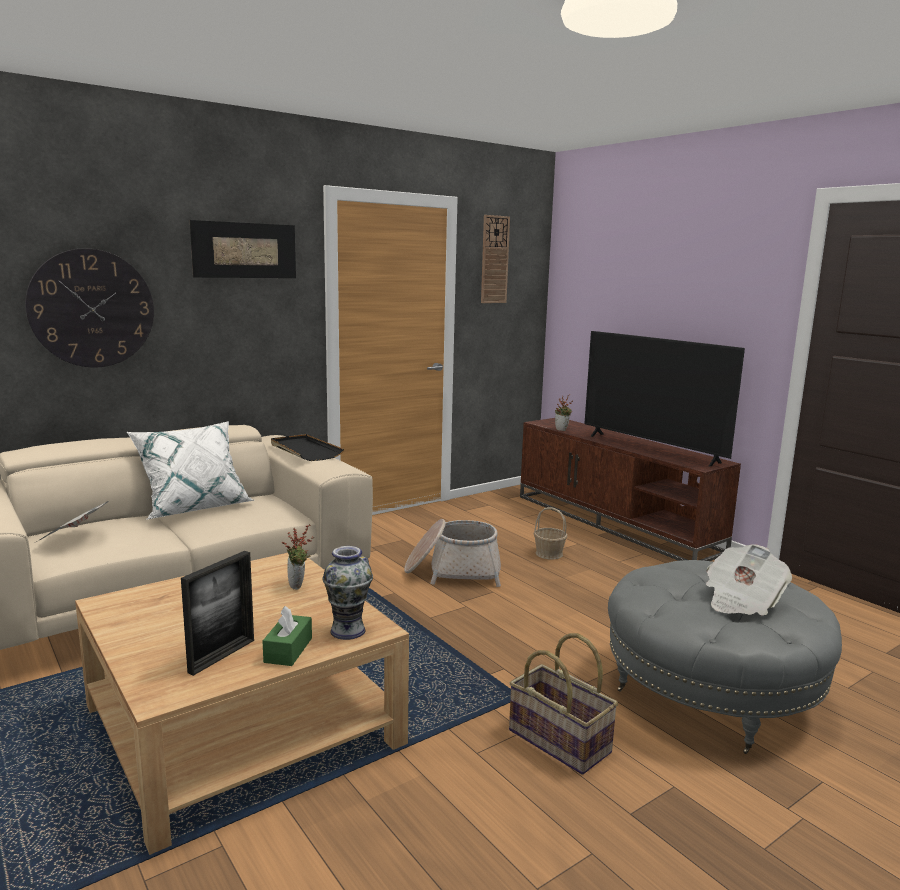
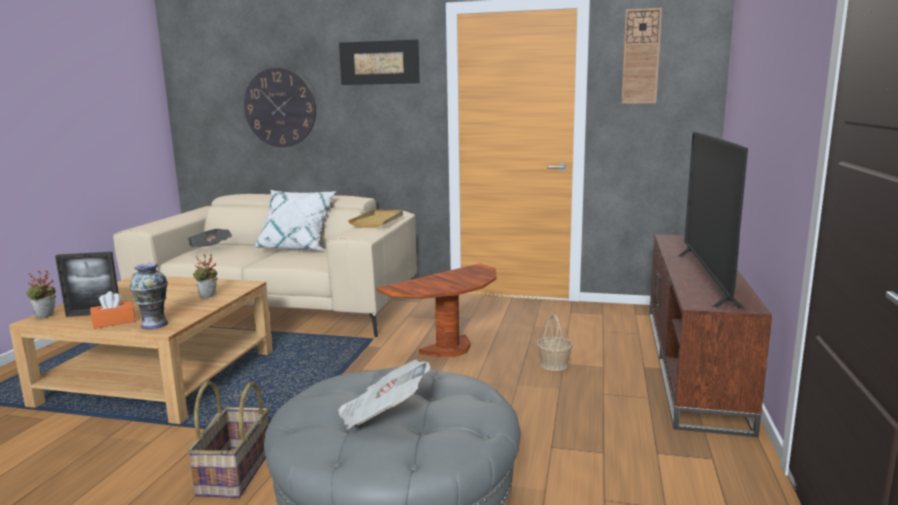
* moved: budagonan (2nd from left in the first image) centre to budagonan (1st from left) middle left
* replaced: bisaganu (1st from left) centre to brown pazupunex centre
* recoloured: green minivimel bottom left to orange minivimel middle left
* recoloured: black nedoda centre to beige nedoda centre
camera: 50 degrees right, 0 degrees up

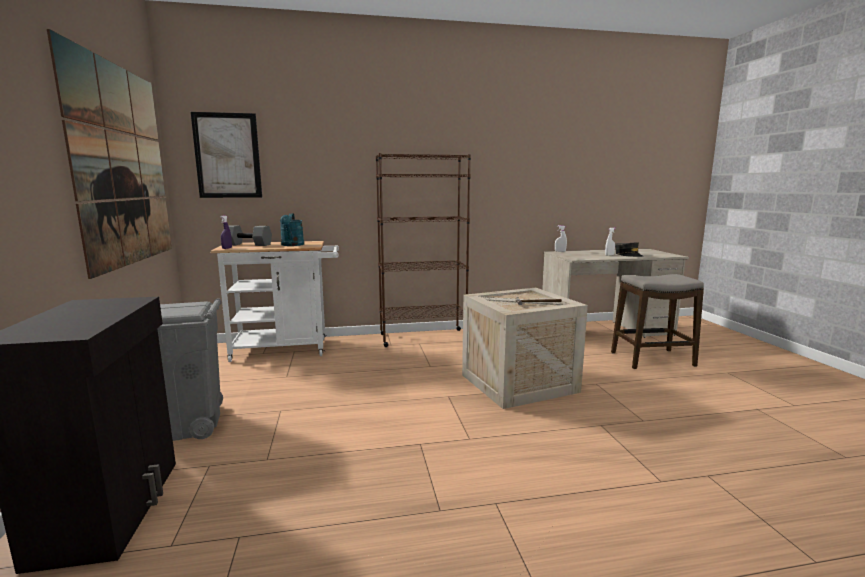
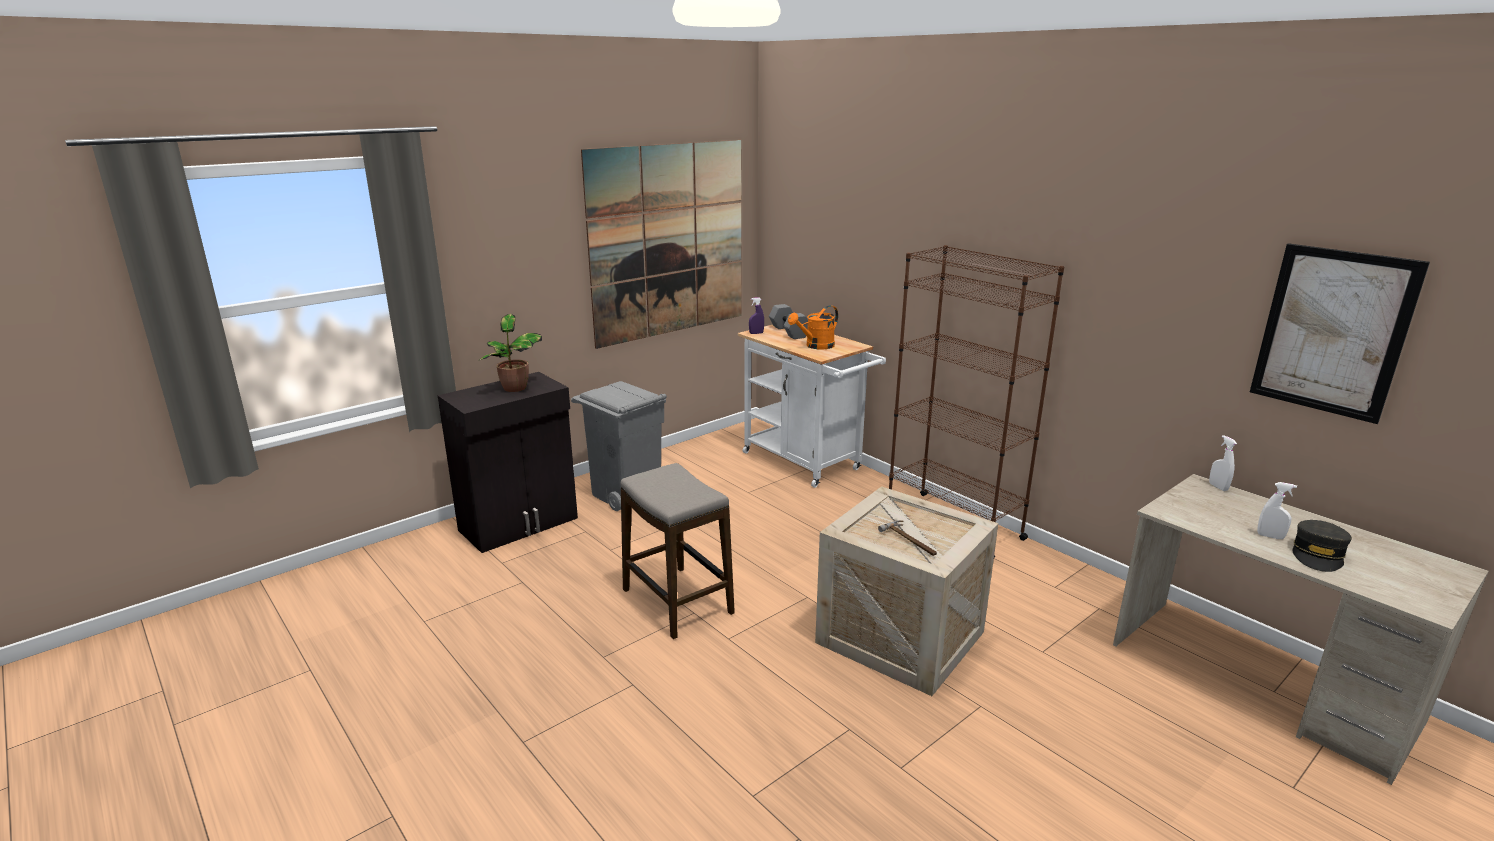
* added: budagonan centre
* moved: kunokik (2nd from left) top left to middle right
* moved: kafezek middle right to centre
* recoloured: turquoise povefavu centre to orange povefavu centre
camera: 60 degrees right, 10 degrees up

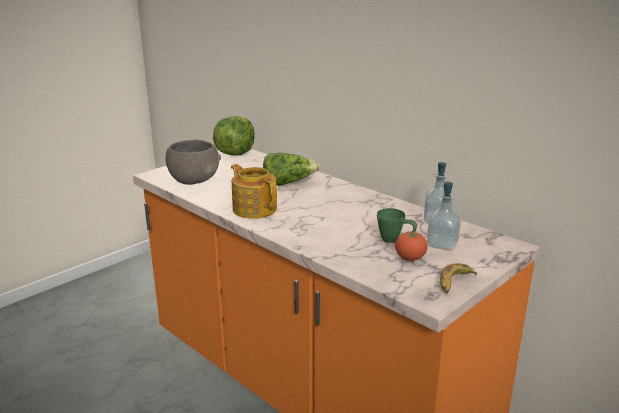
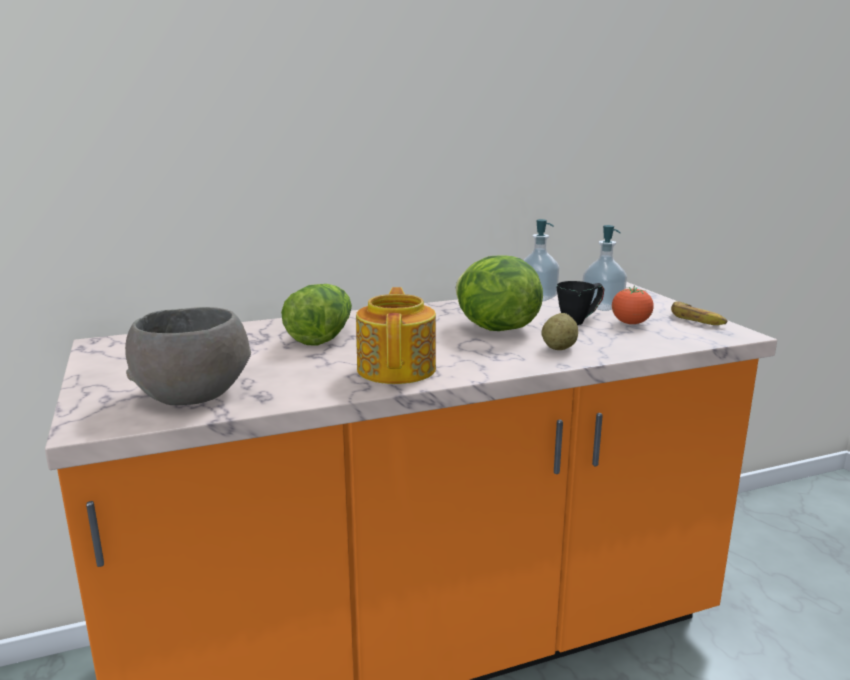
* added: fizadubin centre
* moved: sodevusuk (1st from left in the first image) top centre to sodevusuk (2nd from left) centre
* recoloured: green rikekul centre to black rikekul middle right
* turned: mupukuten centre = centre 105 degrees clockwise
camera: 65 degrees left, 5 degrees down

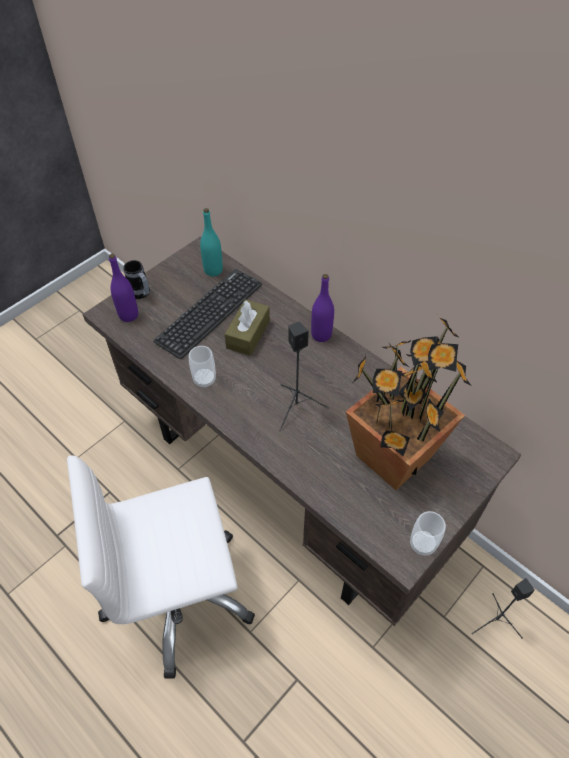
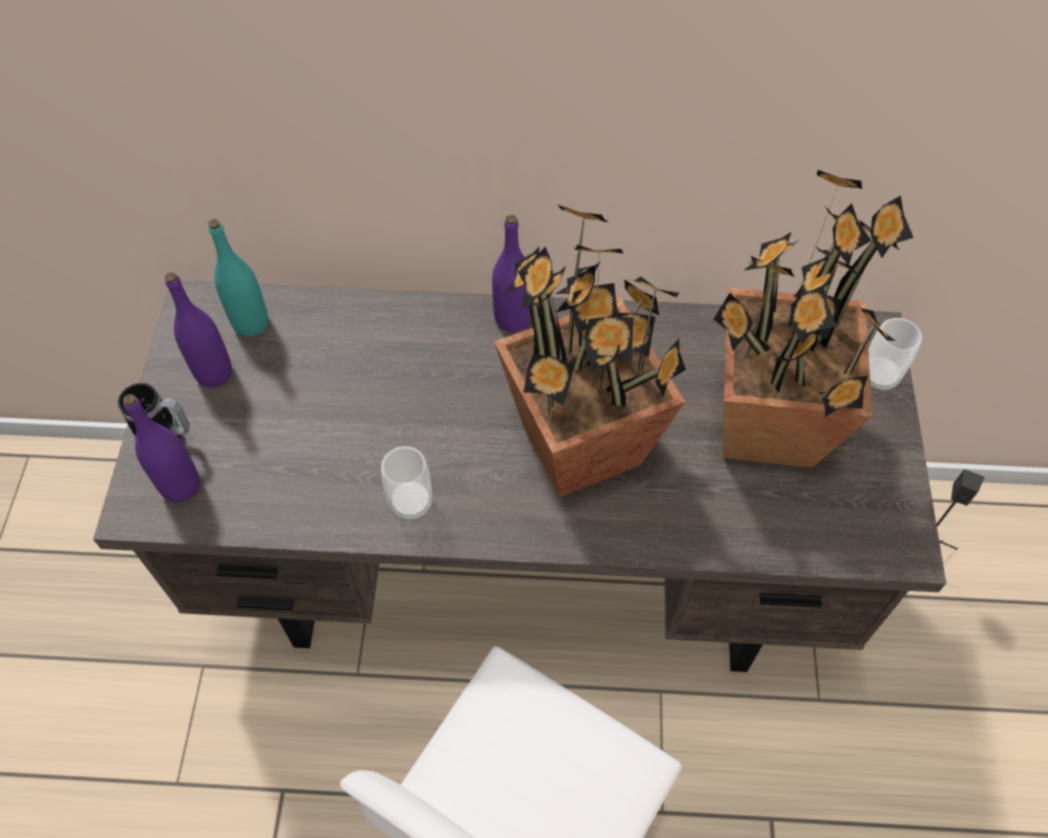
* removed: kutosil centre
* removed: brown minivimel centre
* added: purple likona (2nd from left) middle left
* moved: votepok (2nd from left) bottom right to middle right
* replaced: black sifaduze (1st from left) centre to budagonan (1st from left) centre
camera: 40 degrees left, 5 degrees up

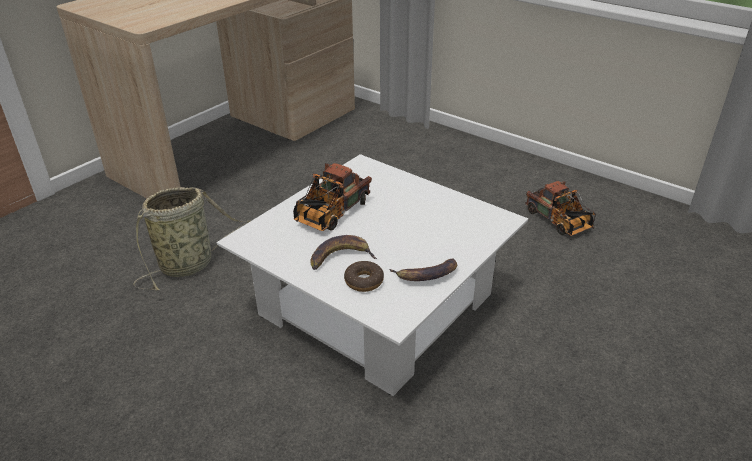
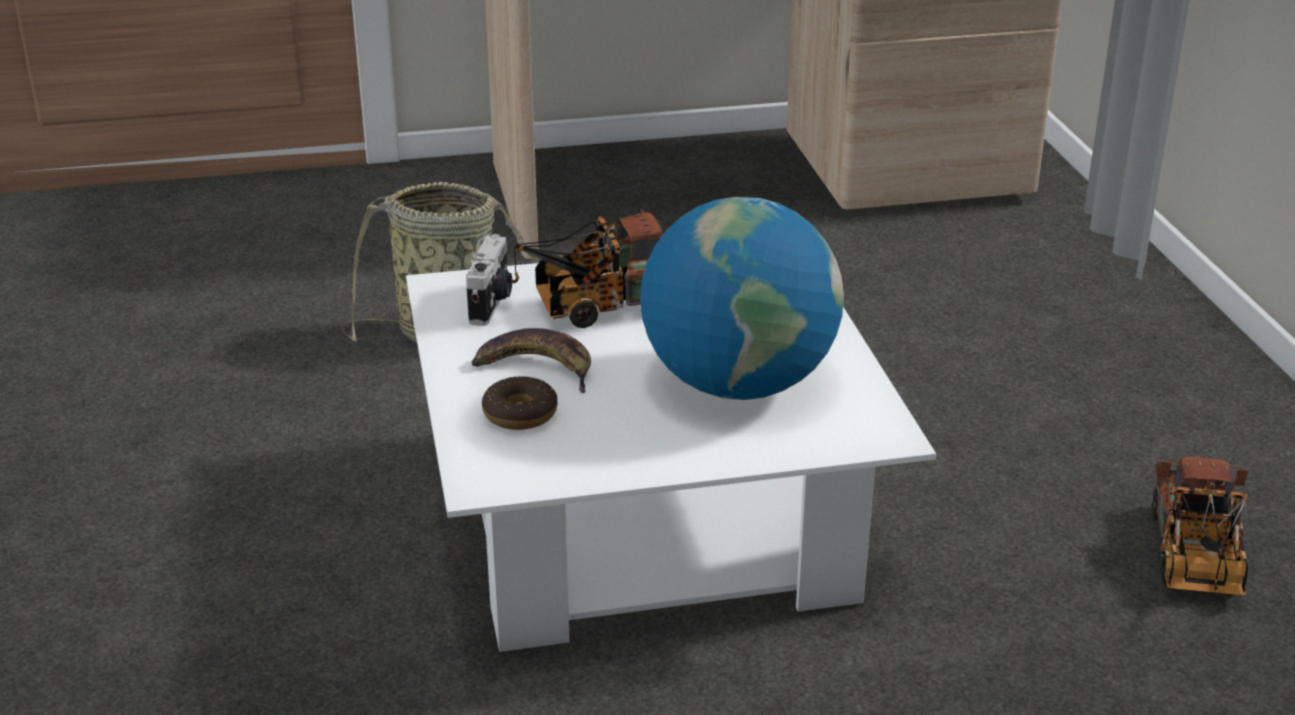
* removed: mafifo (2nd from left) centre
* added: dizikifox centre
* added: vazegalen centre
camera: 40 degrees right, 5 degrees down

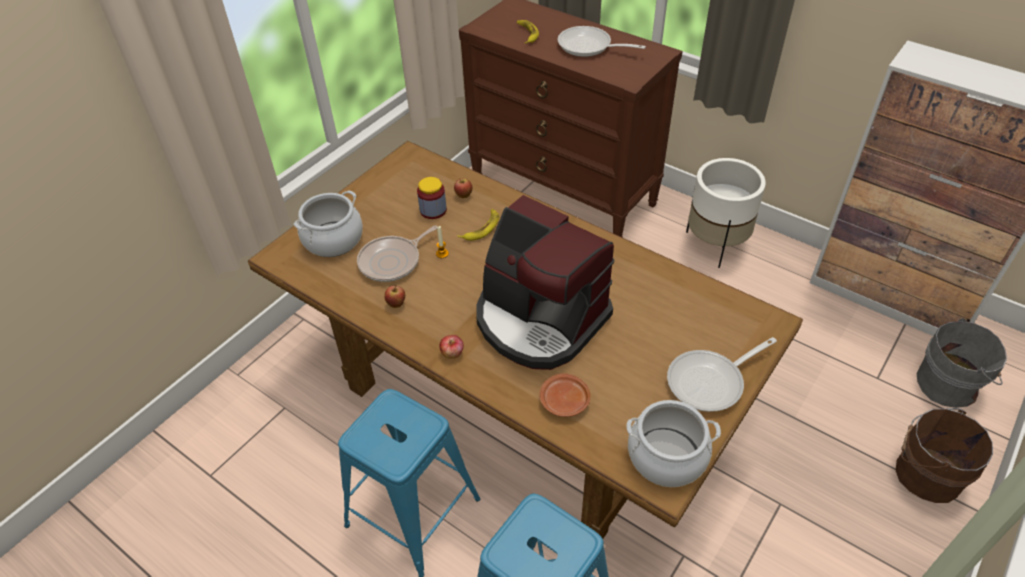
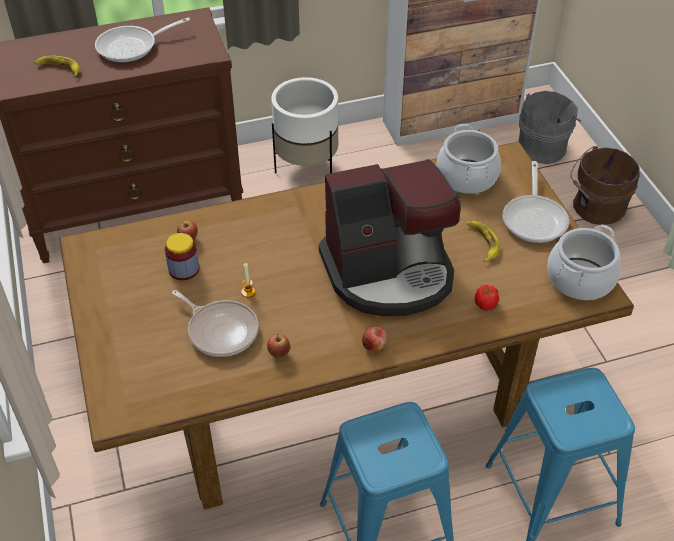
* moved: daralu (1st from left) middle left to top right
* moved: mafifo (1st from left in the first image) centre to mafifo (2nd from left) middle right
* replaced: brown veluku bottom centre to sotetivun middle right
* turned: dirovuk (1st from left in the first image) centre = middle left 45 degrees counterclockwise
camera: 55 degrees left, 0 degrees up

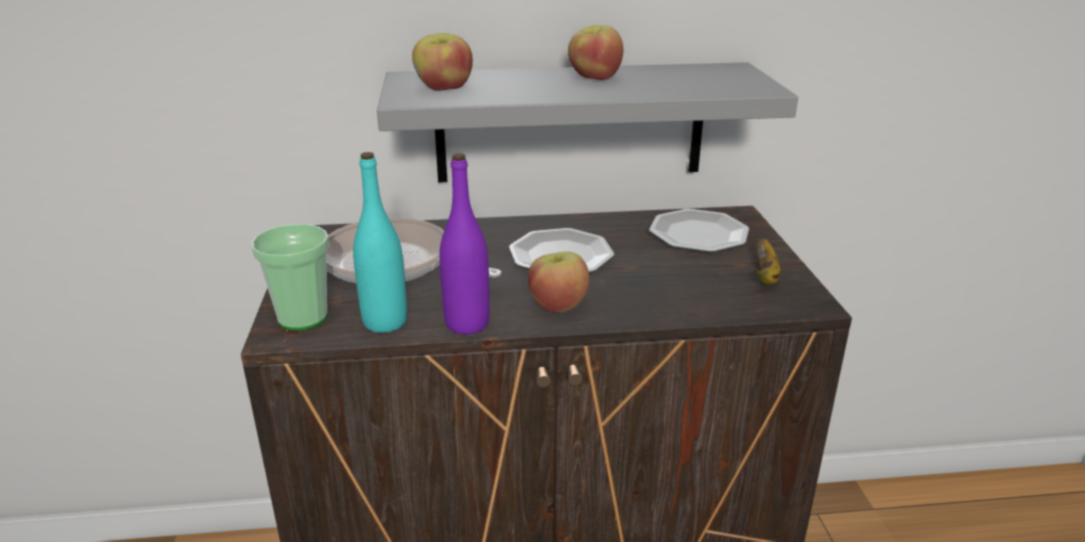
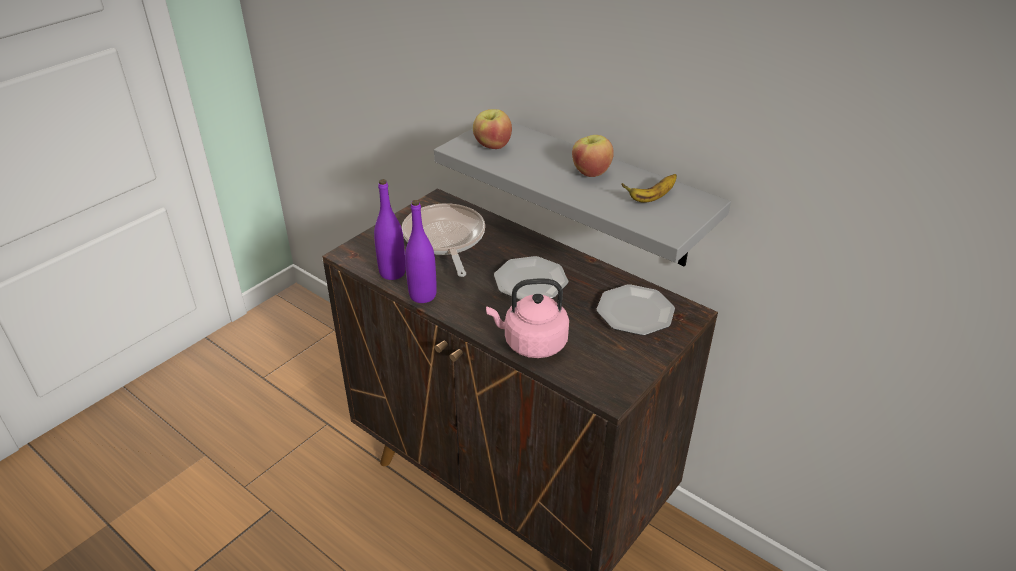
* removed: votepok middle left
* removed: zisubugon (2nd from left) centre
* added: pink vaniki centre
* moved: mafifo middle right to top centre
* recoloured: turquoise likona centre to purple likona (1st from left) centre
camera: 45 degrees right, 10 degrees up

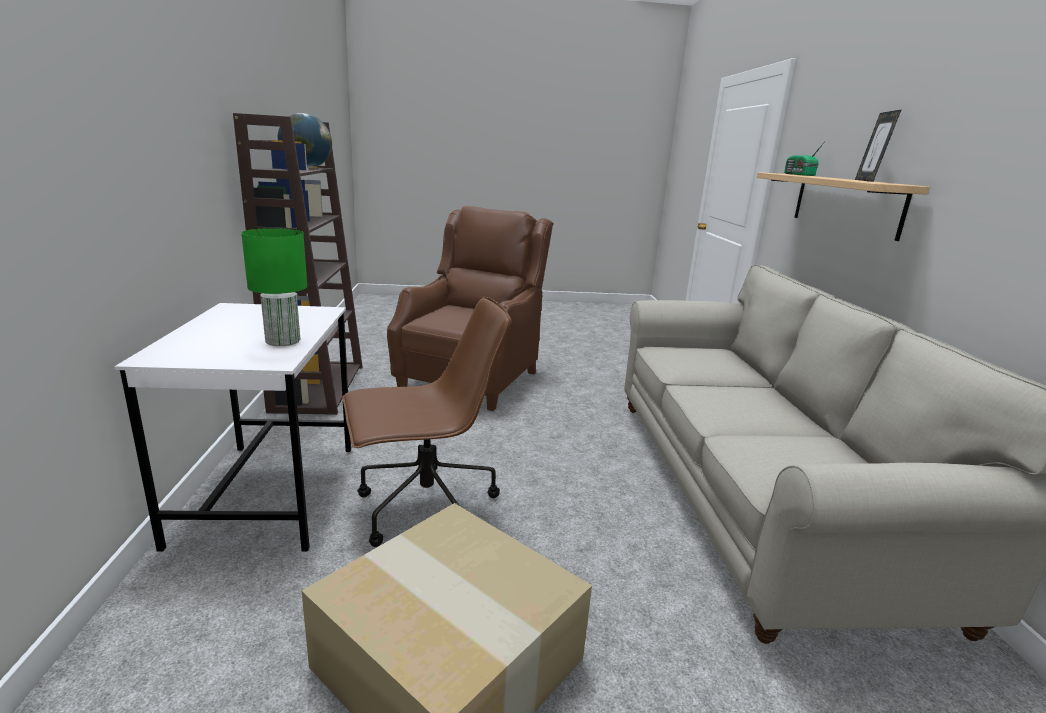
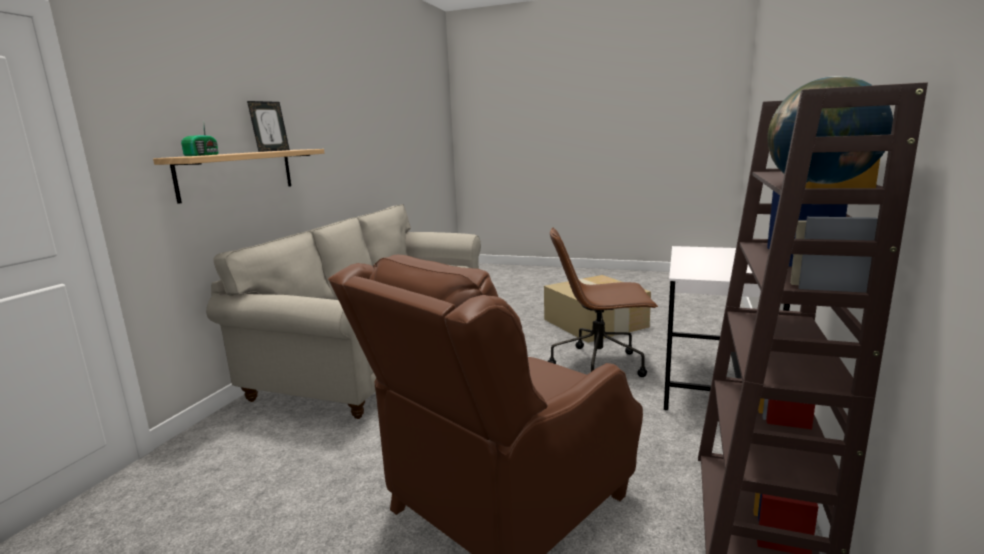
* removed: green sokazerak middle left
camera: 155 degrees left, 5 degrees down

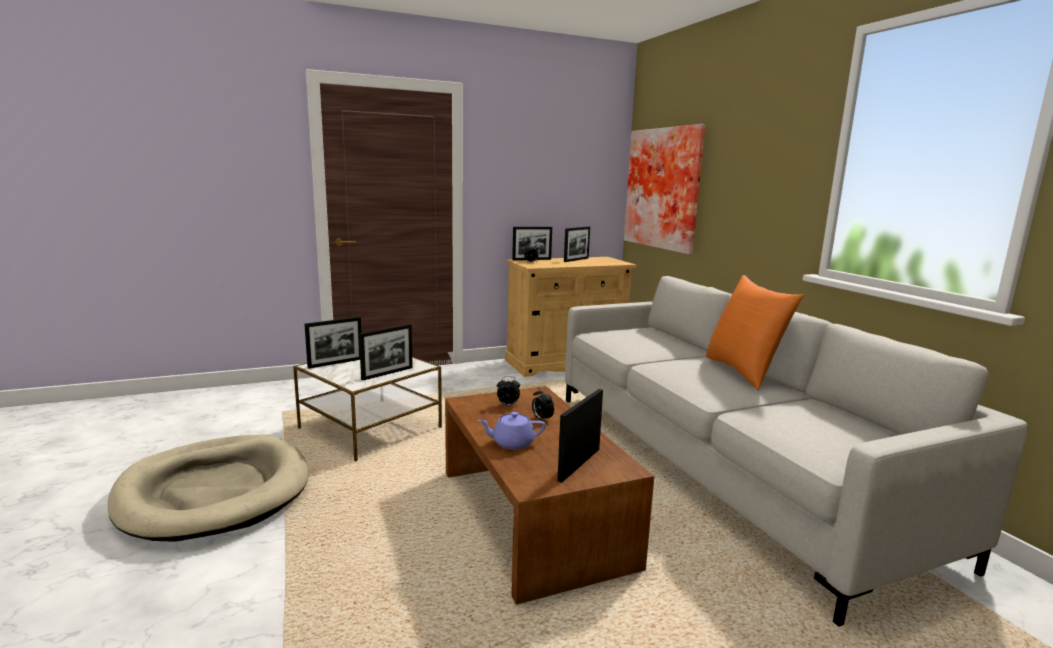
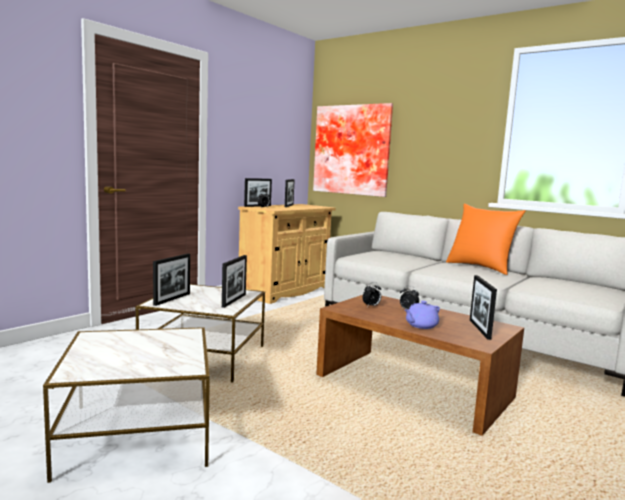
* replaced: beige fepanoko bottom left to pazupunex (1st from left) bottom left
camera: 30 degrees left, 5 degrees down

